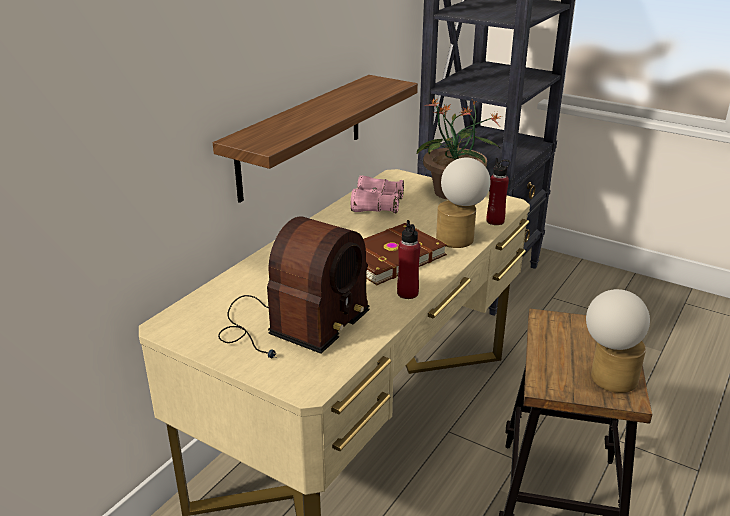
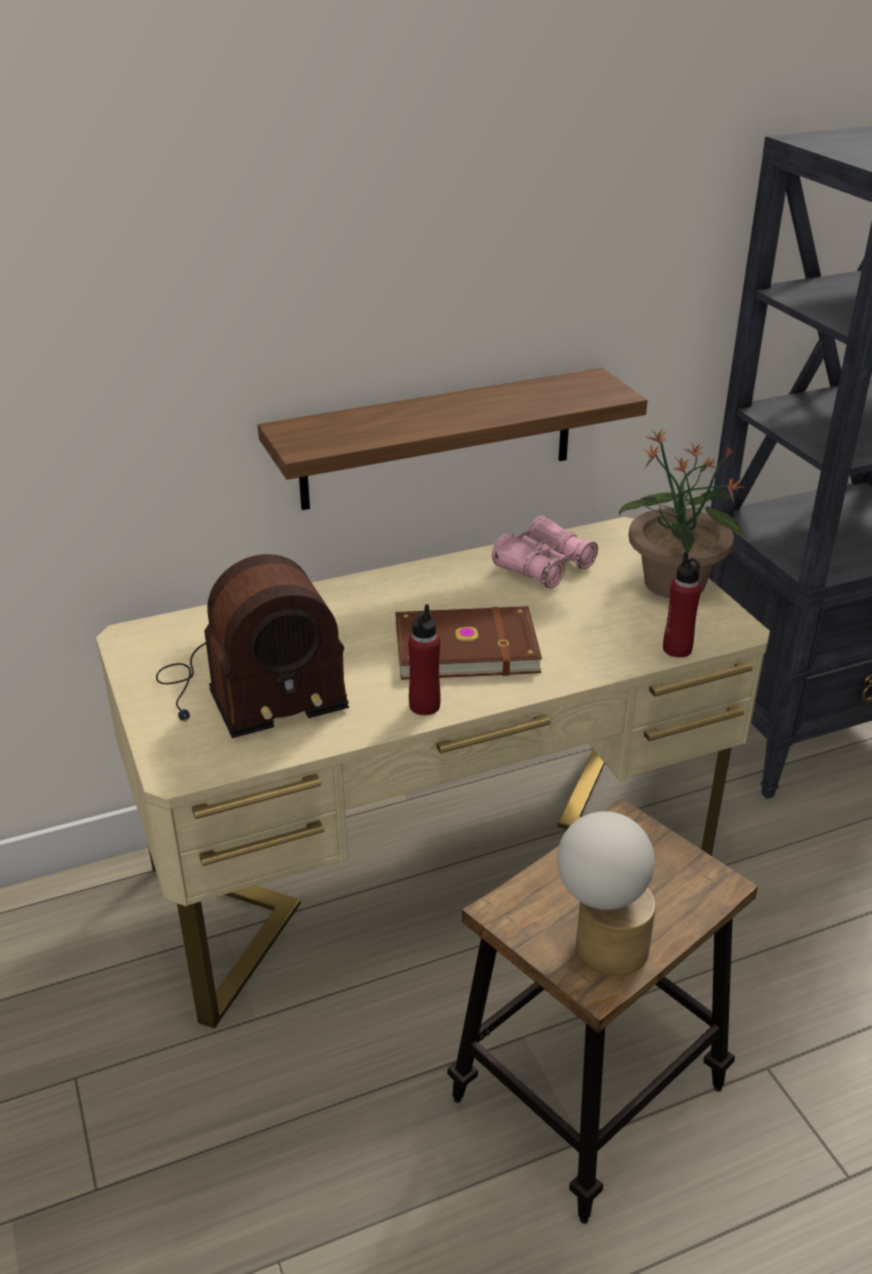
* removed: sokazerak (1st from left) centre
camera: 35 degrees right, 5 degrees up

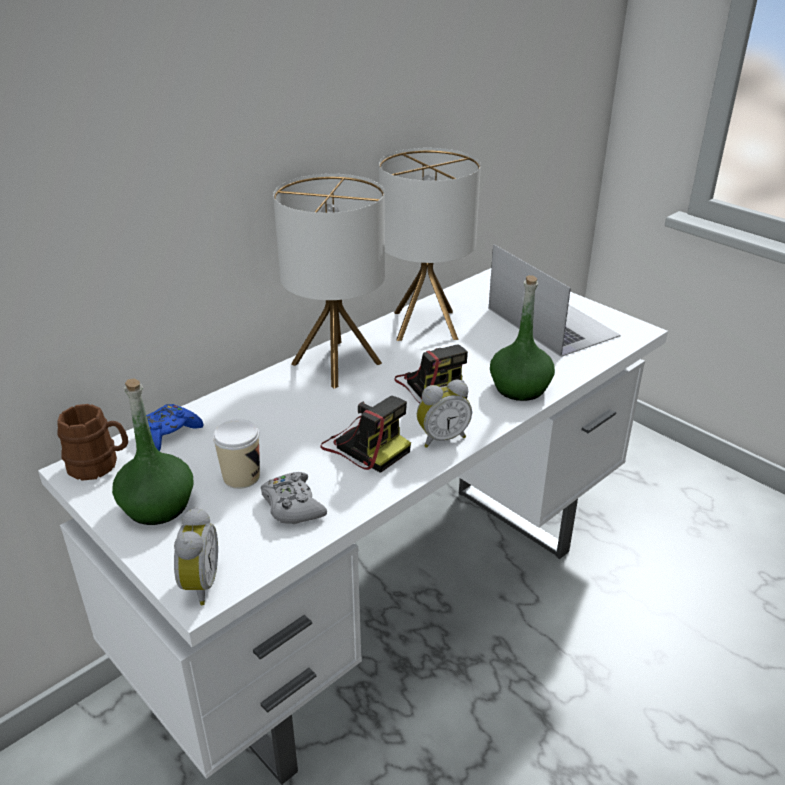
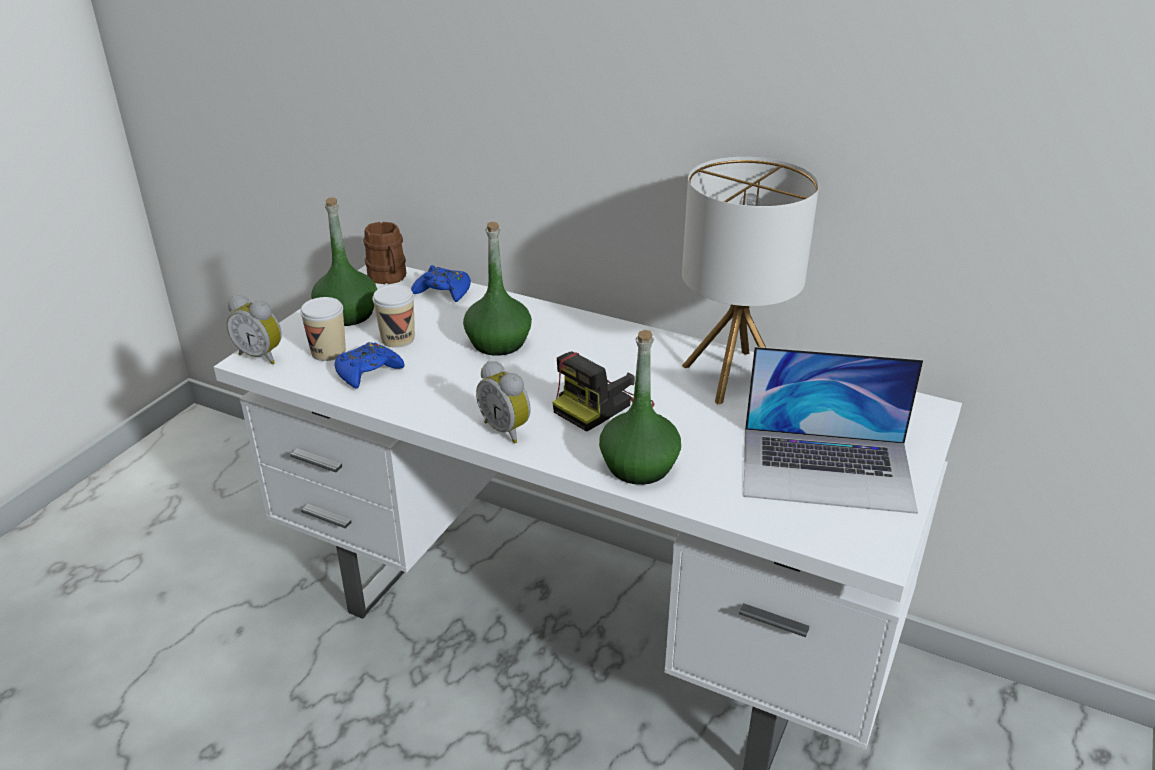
* removed: sokazerak (1st from left) centre
* removed: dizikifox (1st from left) centre
* added: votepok (1st from left) middle left
* added: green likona (2nd from left) centre
* recoloured: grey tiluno centre to blue tiluno (1st from left) middle left
* turned: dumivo (1st from left) bottom left = middle left 45 degrees clockwise
* turned: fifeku middle right = middle right 60 degrees clockwise
camera: 70 degrees right, 0 degrees up

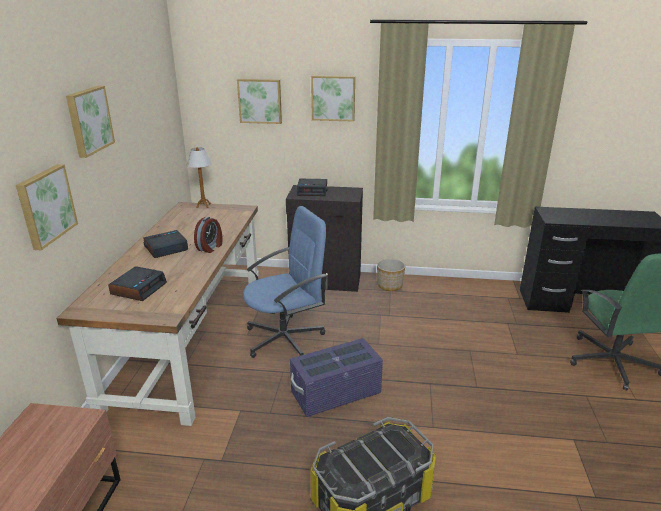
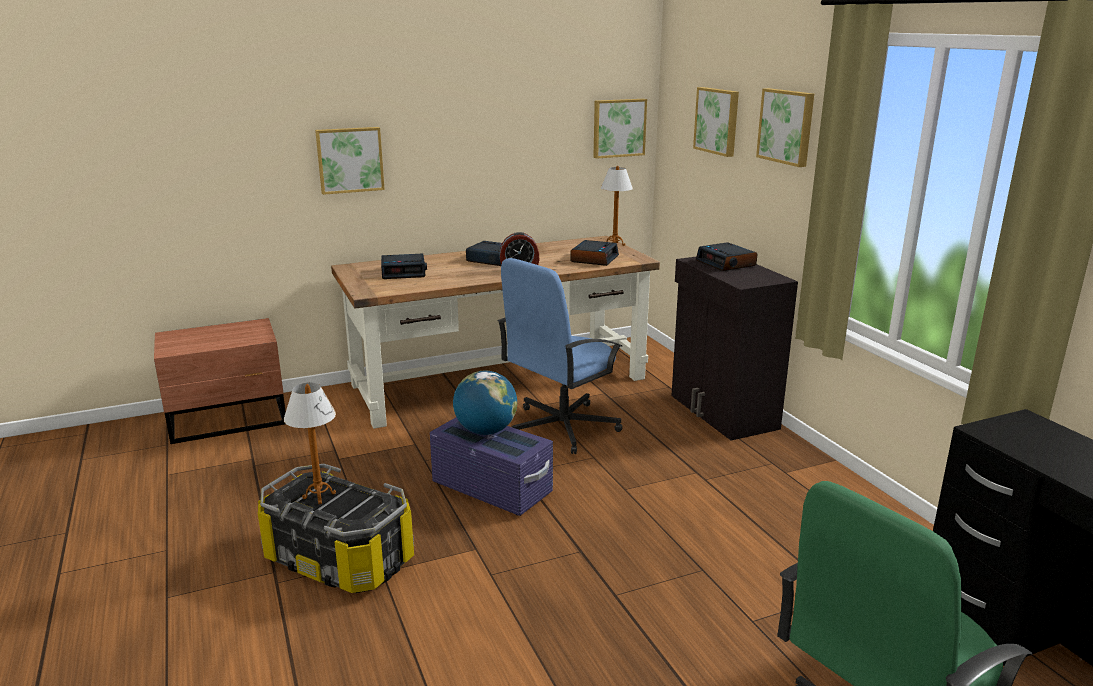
* removed: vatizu centre
* added: sokazerak (1st from left) middle left
* added: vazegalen centre
* added: dumivo (4th from left) centre
* moved: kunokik (2nd from left) top left to top centre
* turned: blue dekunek centre = centre 105 degrees clockwise
camera: 60 degrees right, 5 degrees down

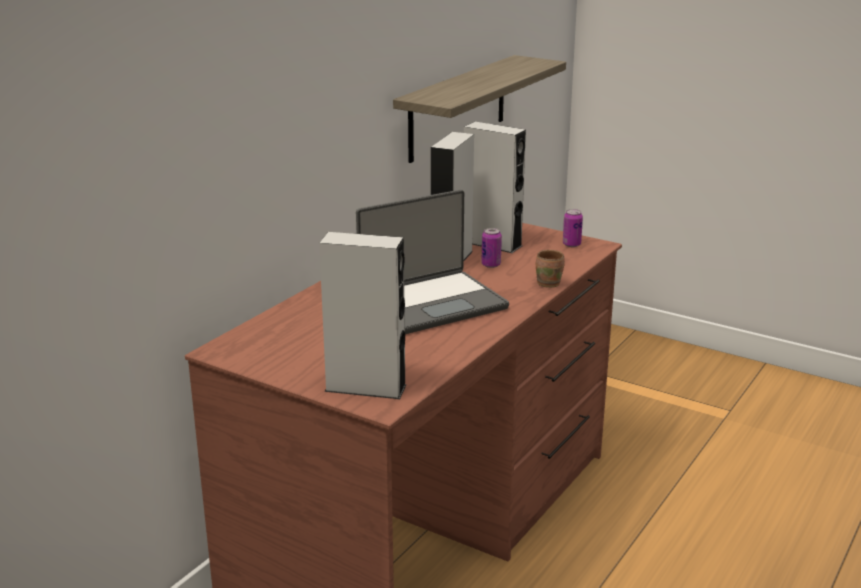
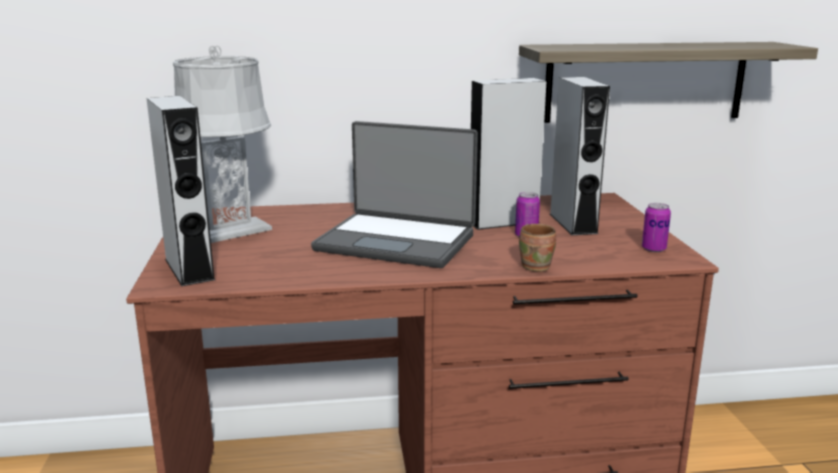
* added: grey sokazerak top left
camera: 50 degrees right, 5 degrees down

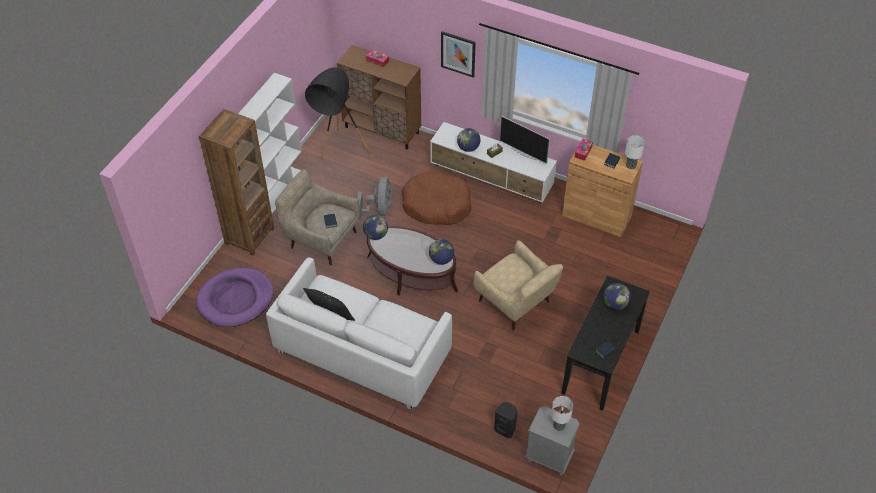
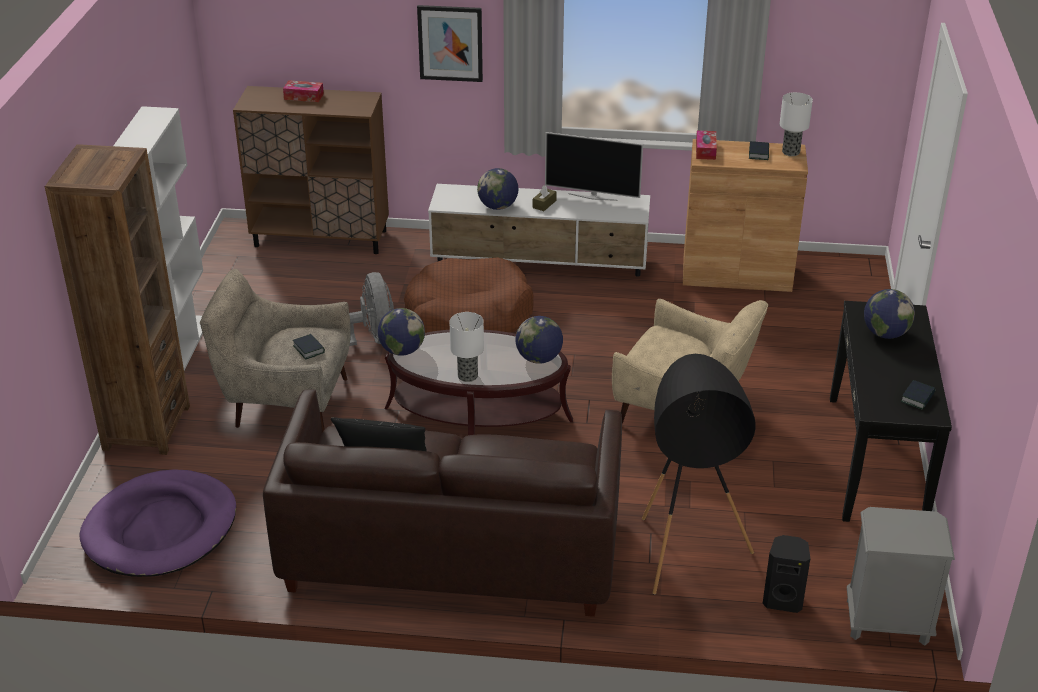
* moved: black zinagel top centre to bottom right
* moved: sokazerak (1st from left) bottom centre to centre
* recoloured: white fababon bottom centre to brown fababon bottom centre
camera: 20 degrees left, 15 degrees down

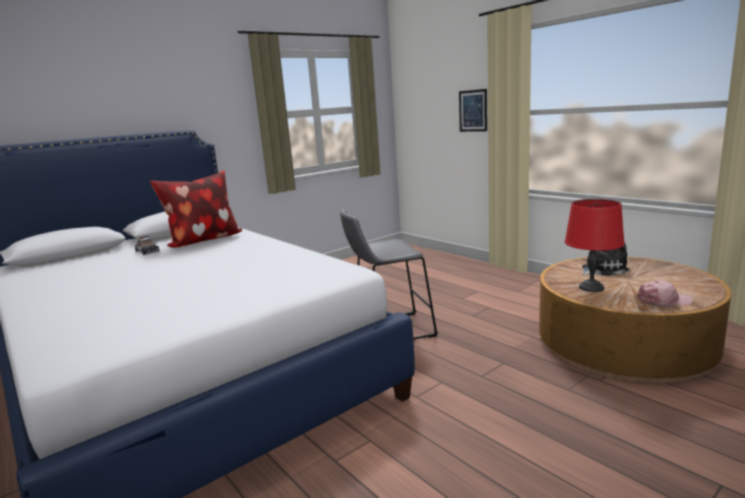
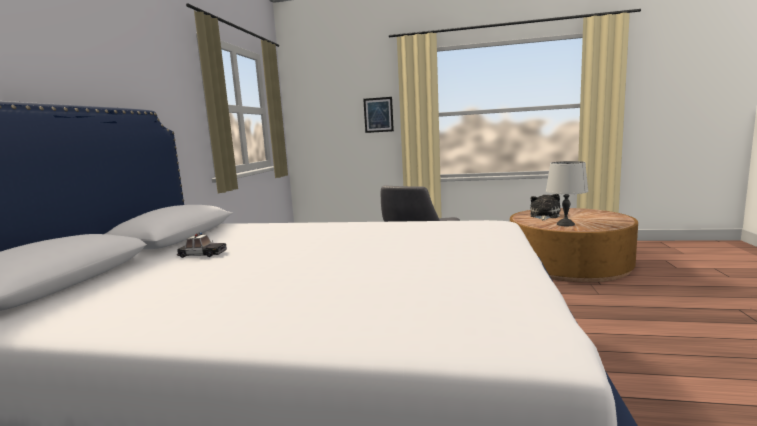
* removed: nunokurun middle left
* removed: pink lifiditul middle right
* recoloured: red sokazerak middle right to grey sokazerak middle right
camera: 40 degrees left, 5 degrees down

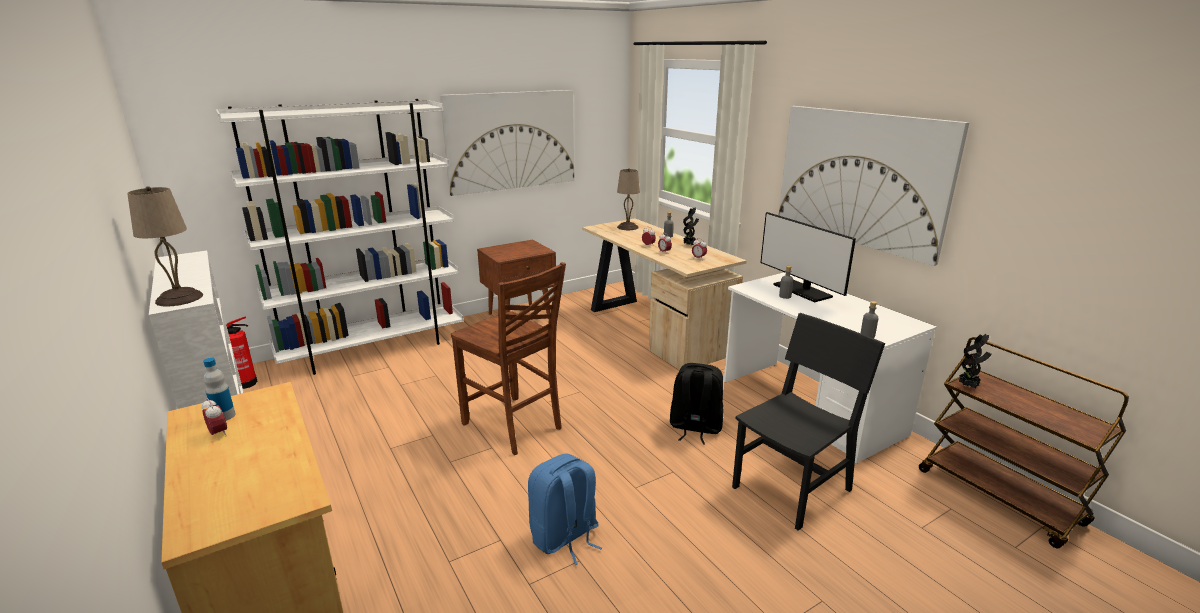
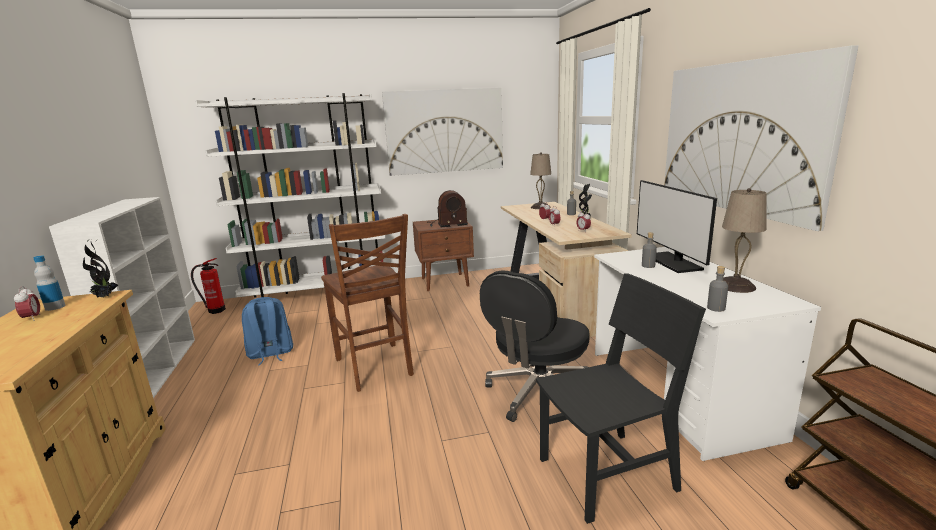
* added: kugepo centre
* moved: beige sokazerak (1st from left in the first image) middle left to beige sokazerak (2nd from left) middle right
* moved: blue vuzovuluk bottom centre to middle left
* moved: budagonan (2nd from left in the first image) middle right to budagonan (1st from left) middle left
* replaced: black vuzovuluk centre to black dekunek centre
camera: 20 degrees right, 5 degrees down

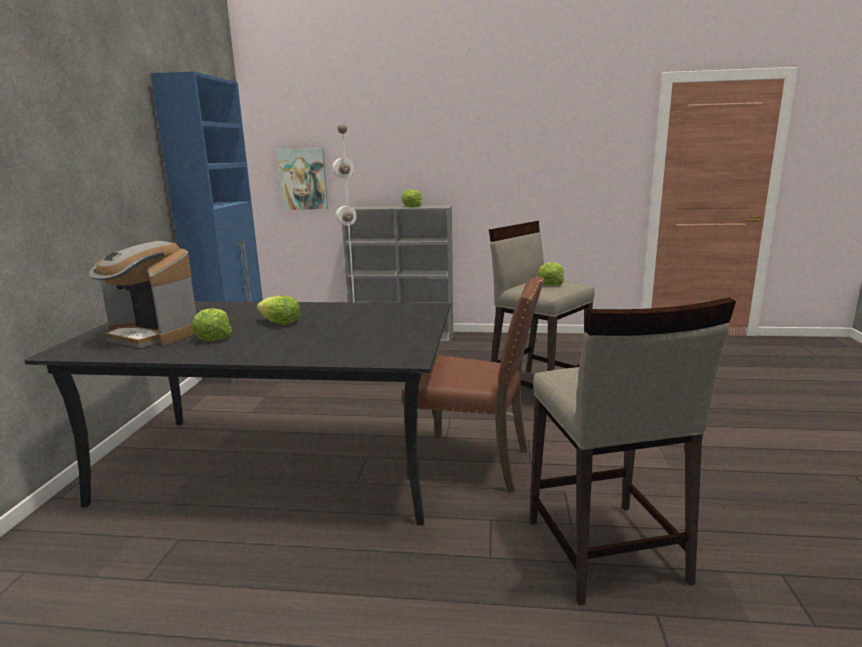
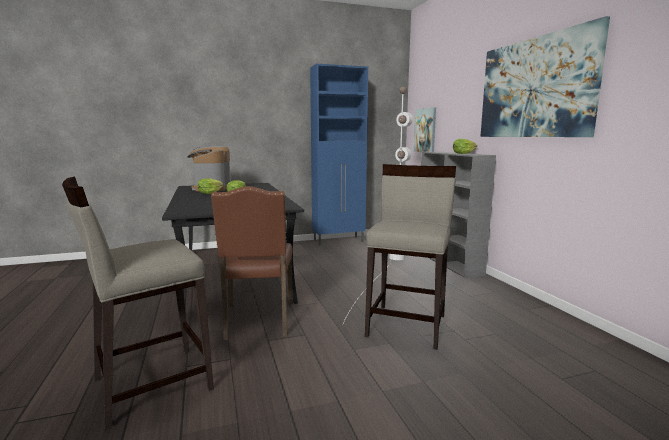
* removed: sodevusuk (4th from left) centre
* added: kunokik (2nd from left) top right
camera: 65 degrees right, 5 degrees down

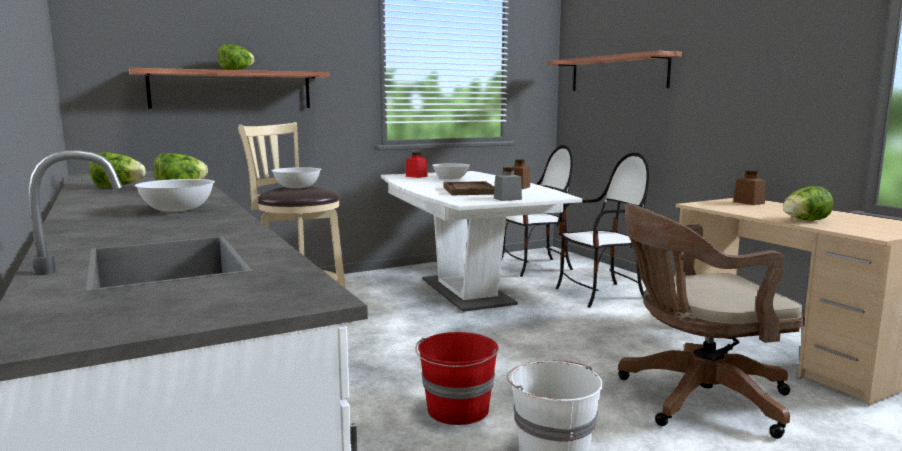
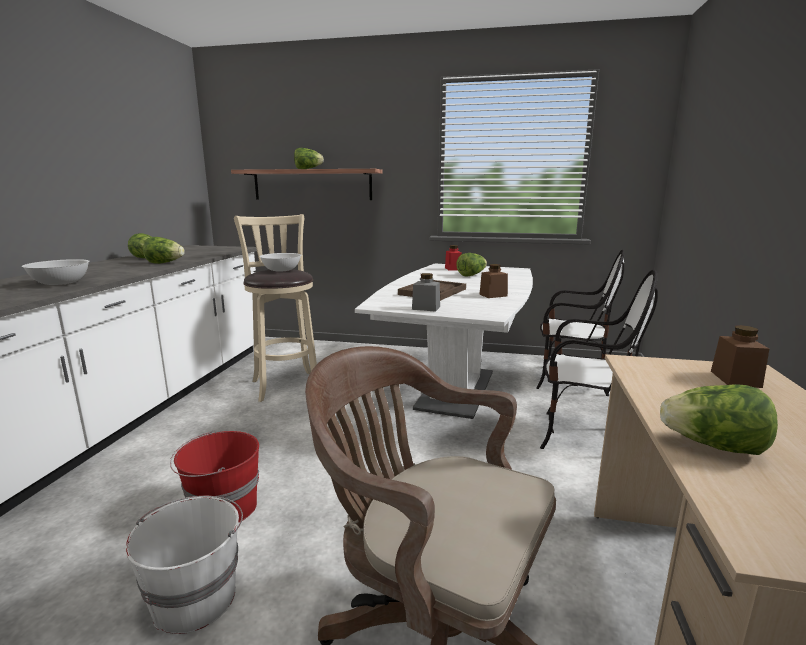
* removed: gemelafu (2nd from left) top right
* replaced: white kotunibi (3rd from left) centre to sodevusuk (4th from left) centre
camera: 40 degrees right, 5 degrees up

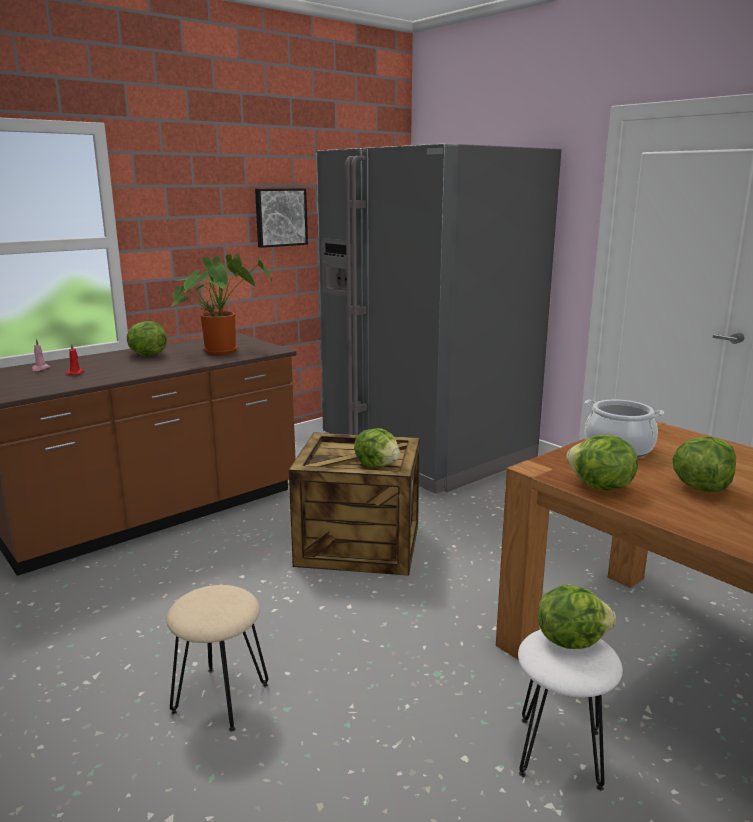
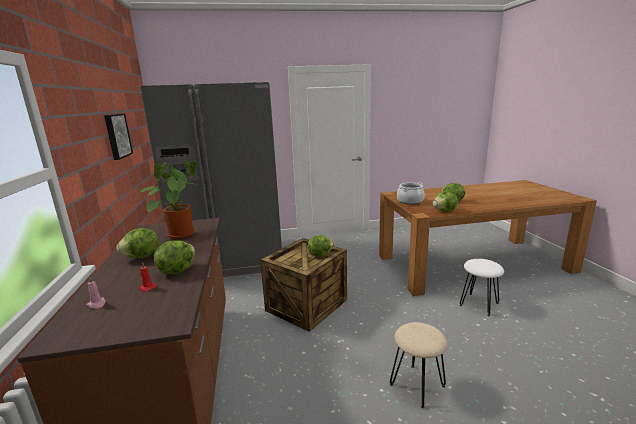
* moved: sodevusuk (3rd from left in the first image) bottom right to sodevusuk (2nd from left) middle left
camera: 60 degrees left, 0 degrees up

